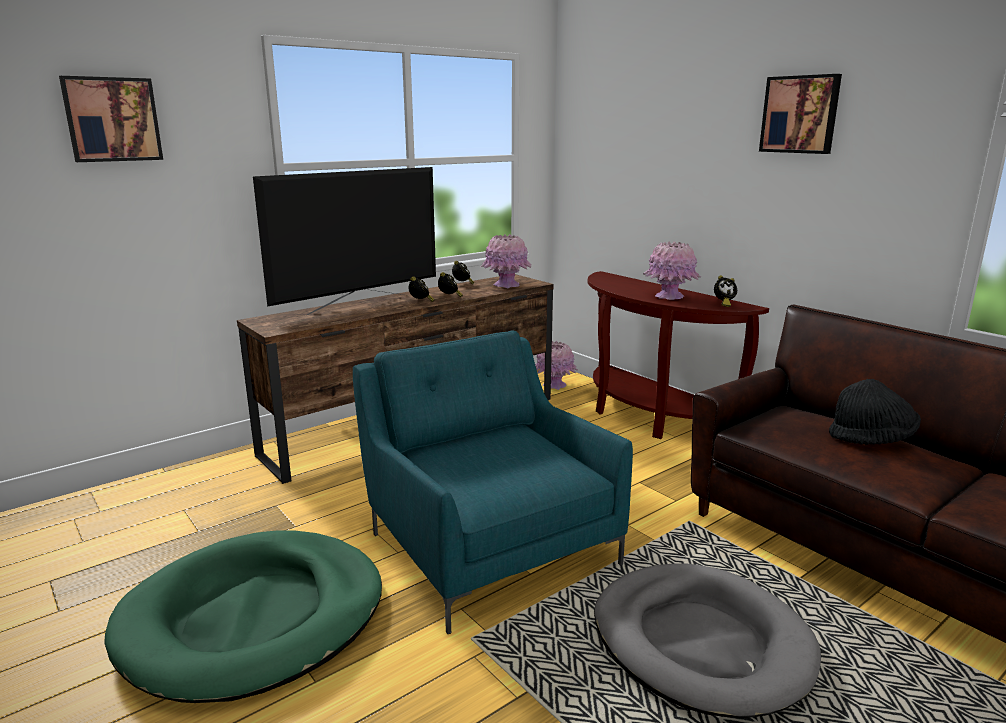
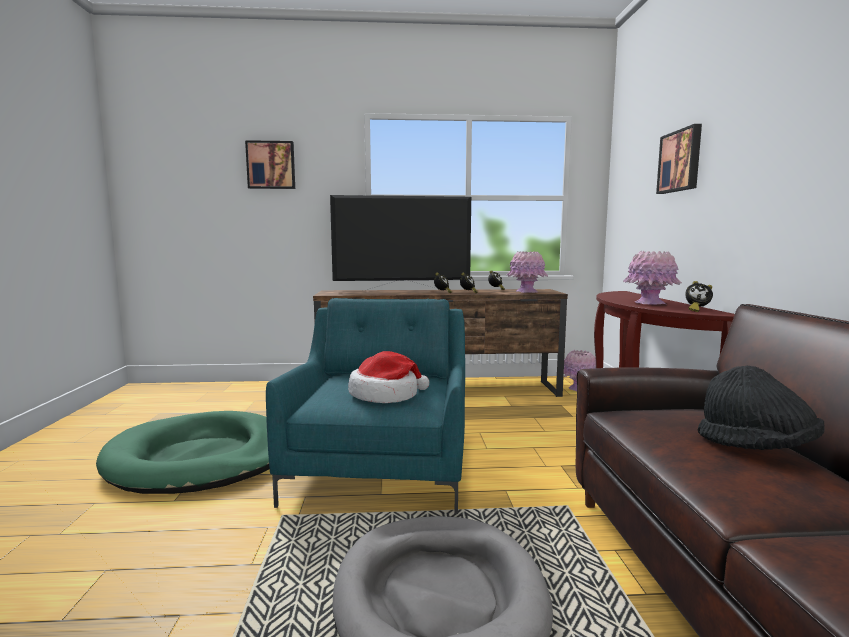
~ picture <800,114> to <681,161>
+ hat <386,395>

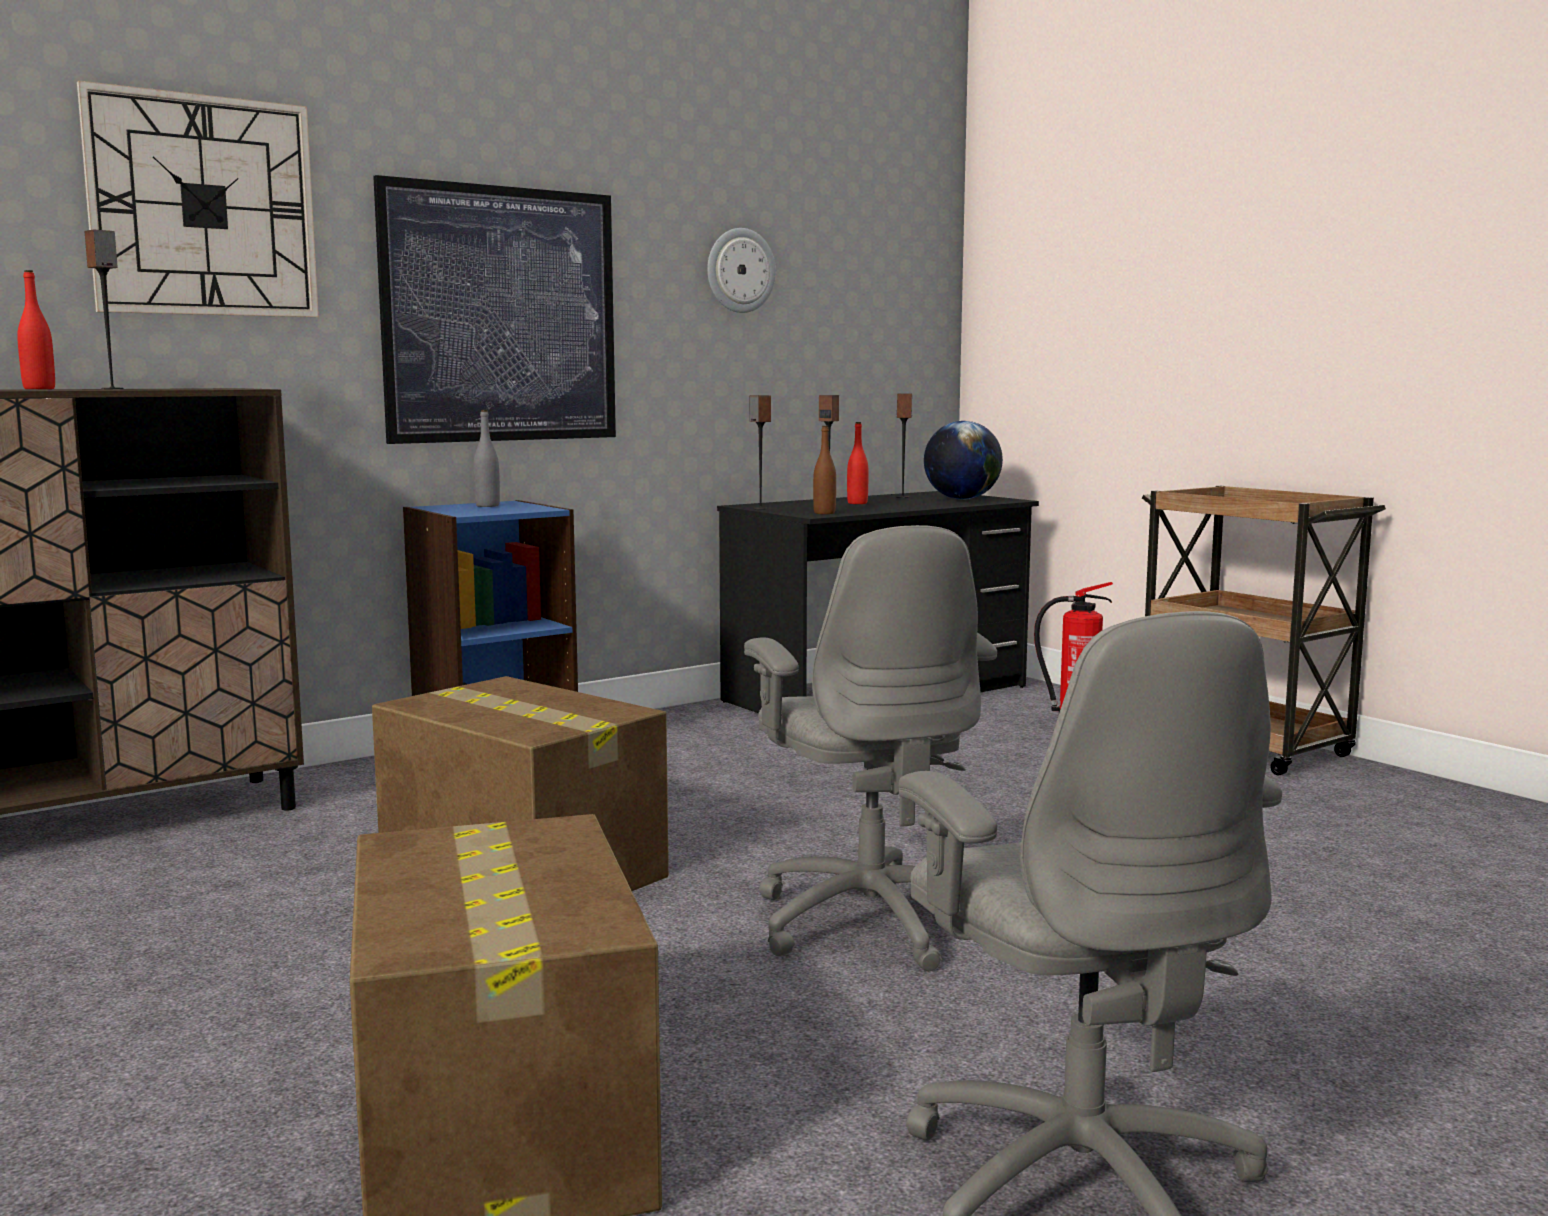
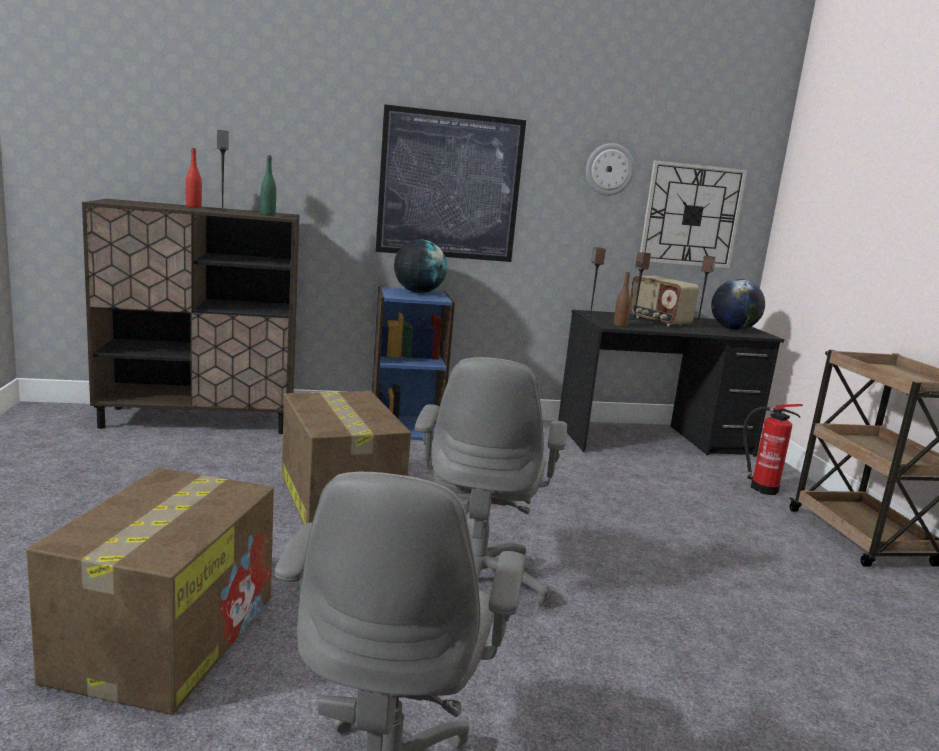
~ wall clock <203,206> to <691,215>
~ bottle in grey <487,506> to globe <418,292>
~ bottle in red <857,503> to radio <658,321>
+ bottle in green <267,215>

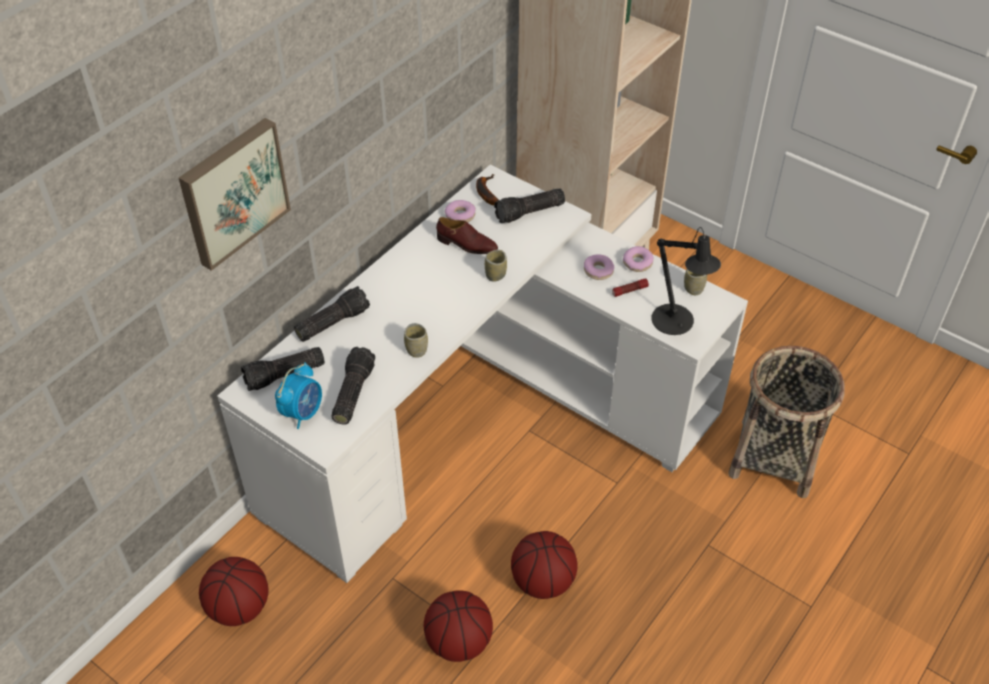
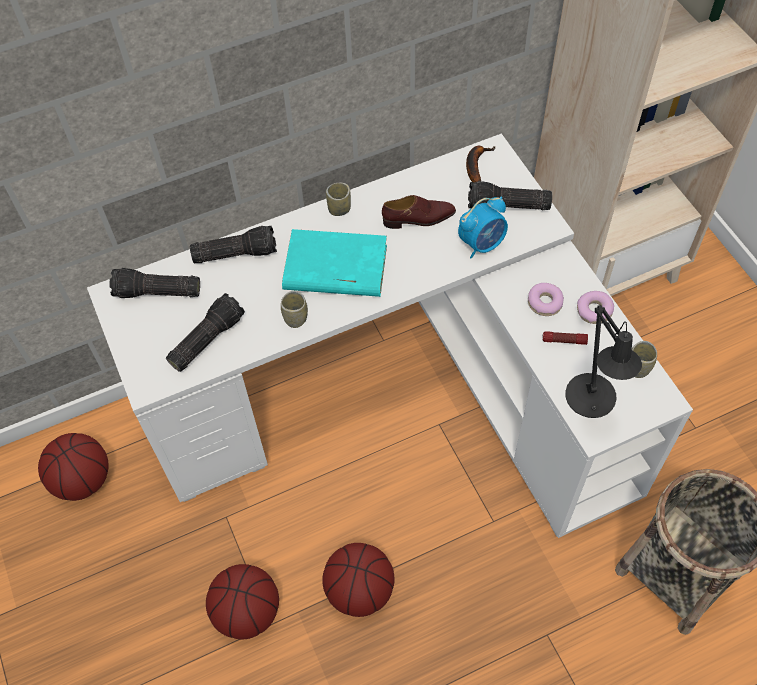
- picture <233,192>
- donut <460,215>
~ shoe in brown <467,245> = <419,218> 60 degrees counterclockwise
~ cup <495,275> to <339,209>
~ alarm clock <303,412> to <482,244>
+ book in turquoise <334,268>

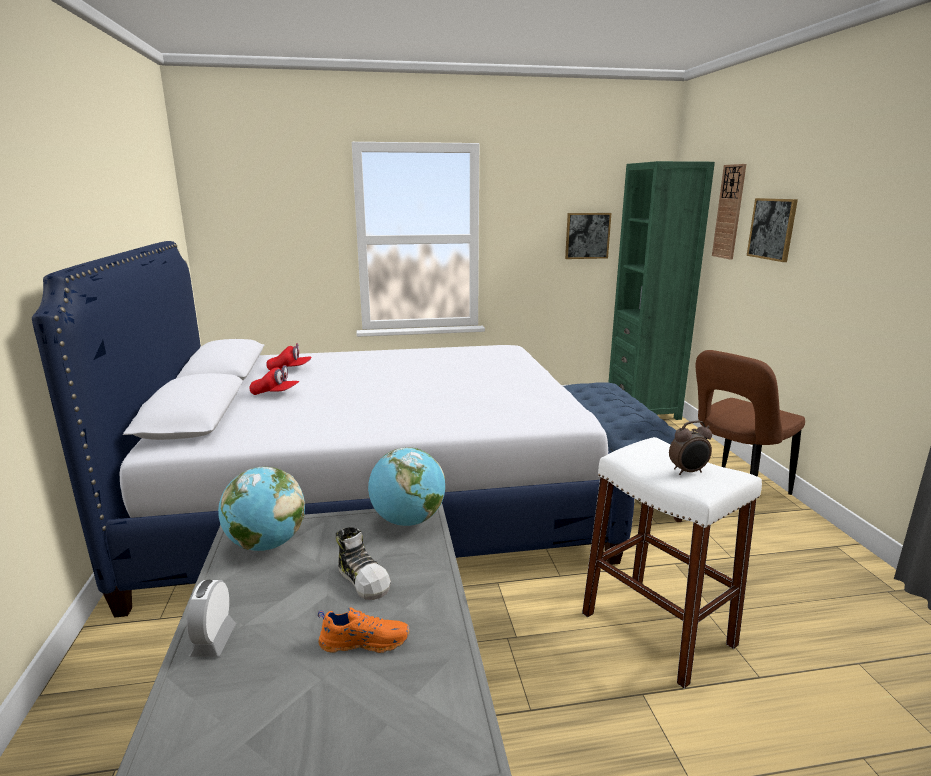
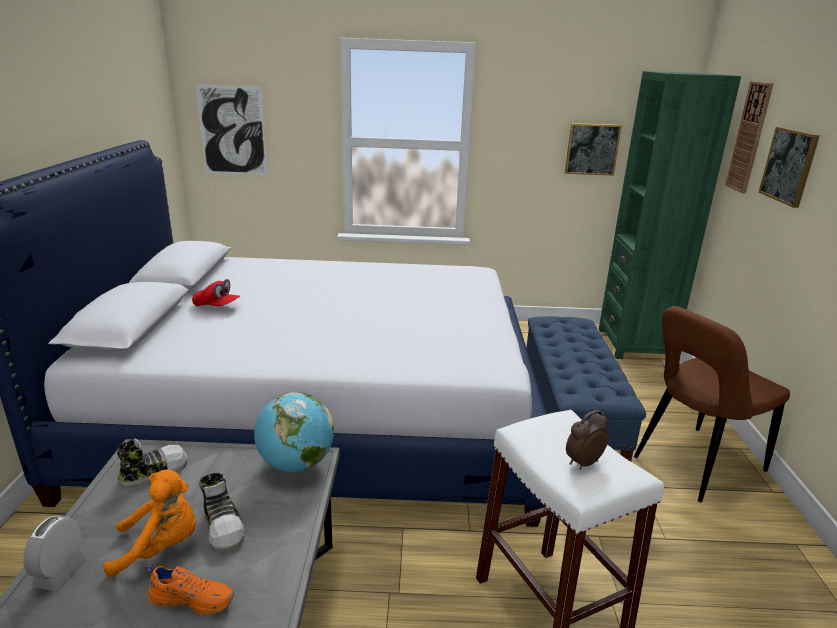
- cap in red <290,369>
~ alarm clock <688,472> = <582,462> 150 degrees clockwise
~ globe <266,544> to shoe <153,471>
+ picture <232,130>
+ plush toy in orange <161,547>

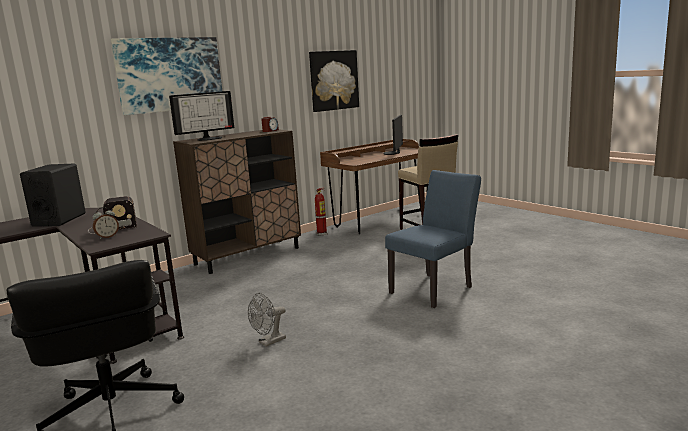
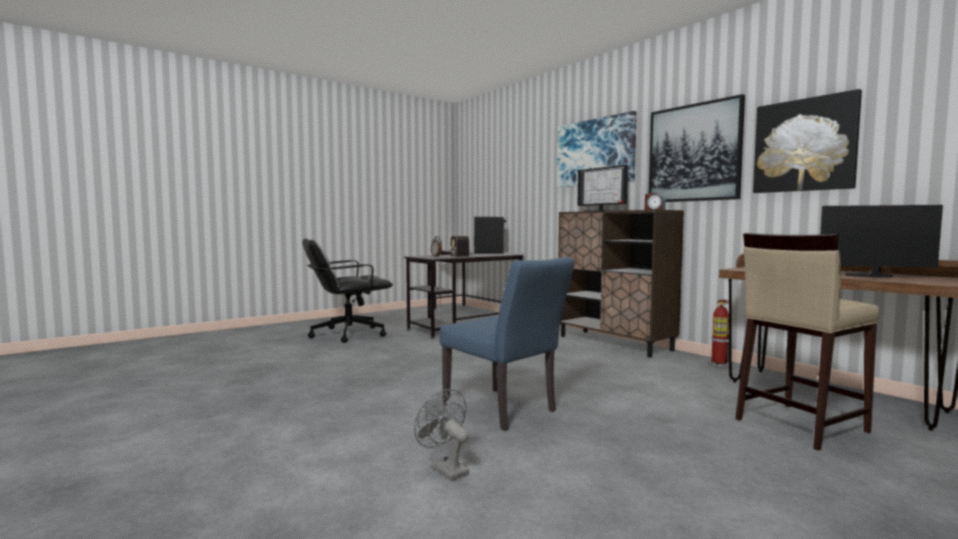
~ fan in grey <269,342> to <445,469>
+ picture <694,153>

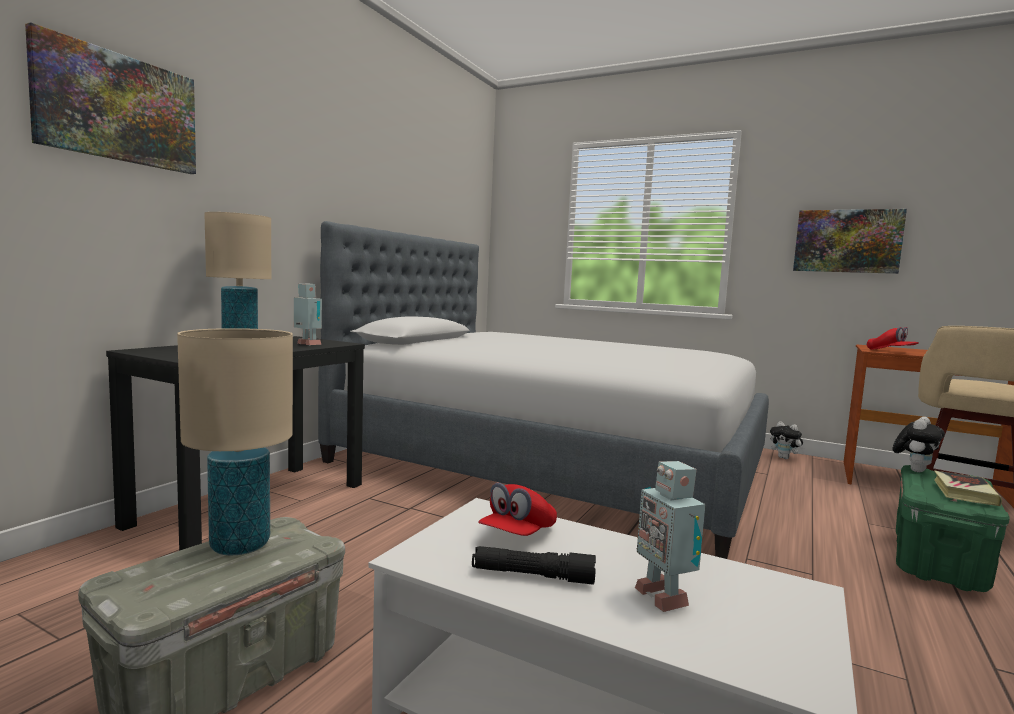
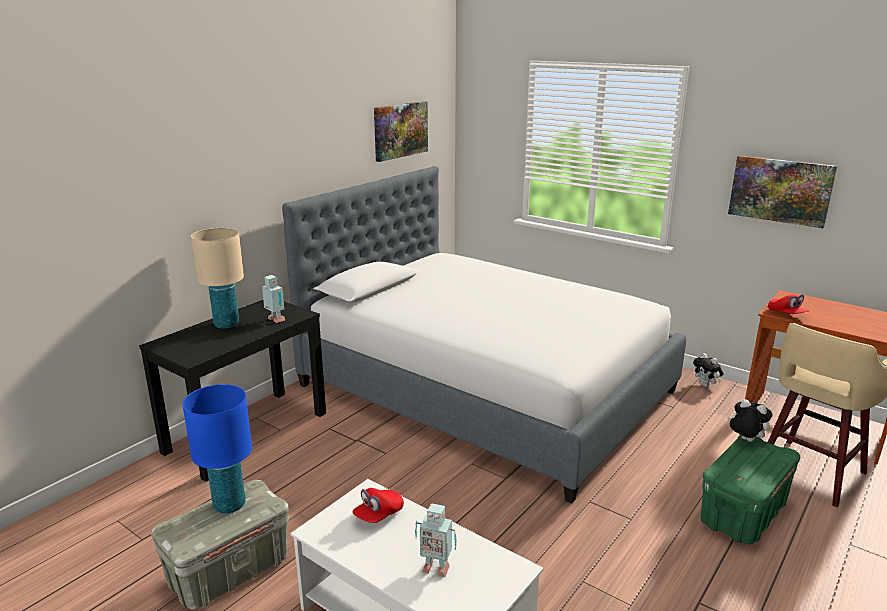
~ picture <118,108> to <400,130>
~ table lamp in beige <240,545> to table lamp in blue <229,505>
~ plush toy <914,470> = <745,440> 105 degrees counterclockwise
~ toy robot <663,596> = <435,567> 60 degrees counterclockwise
- book <964,492>
- flashlight in black <532,576>

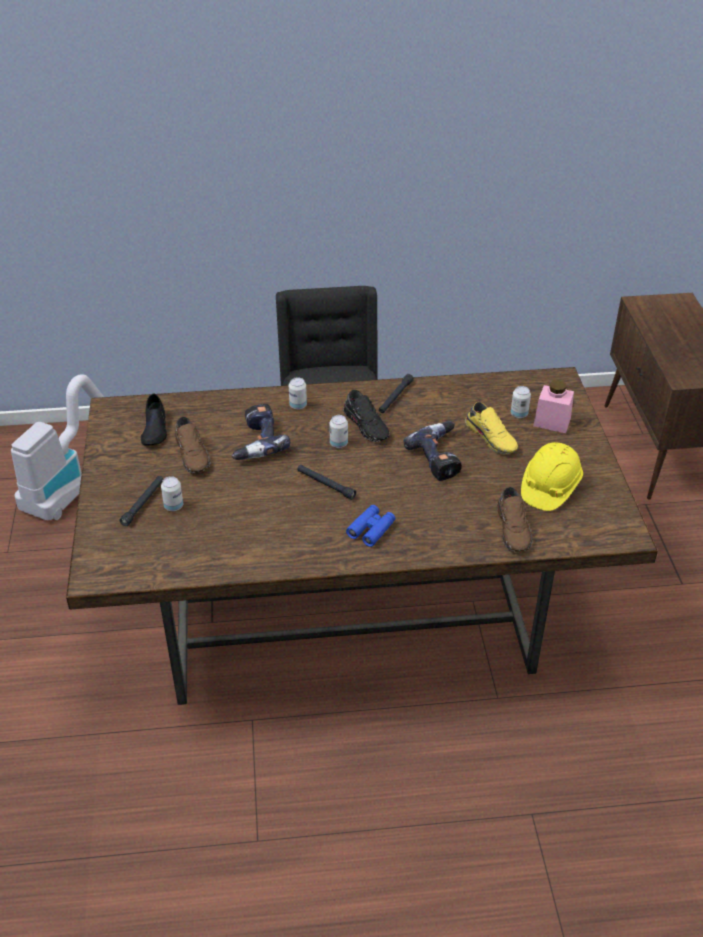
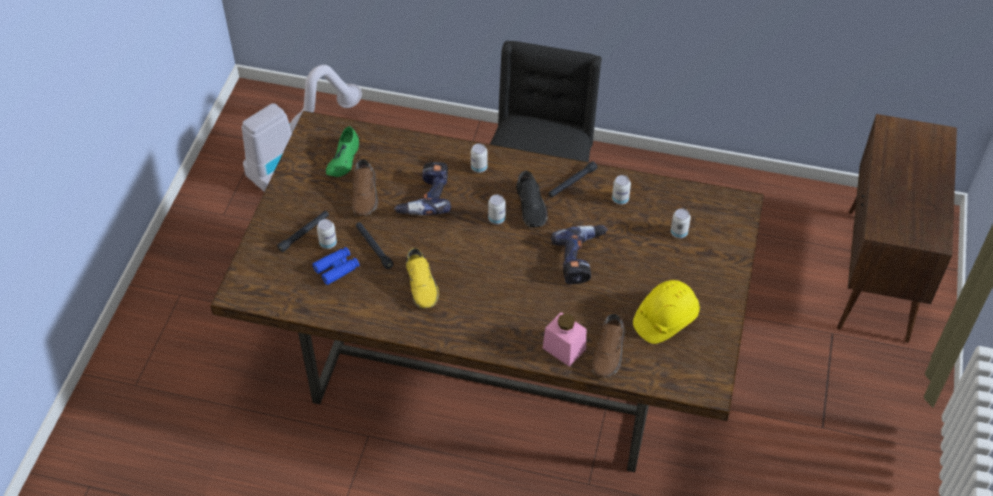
~ jar in pink <552,422> to <564,348>
~ shoe in black <155,429> to shoe in green <343,159>
~ shoe in yellow <492,437> to <422,284>
~ flashlight in black <325,485> to <373,247>
~ binoculars in blue <371,529> to <337,268>
+ can <620,199>

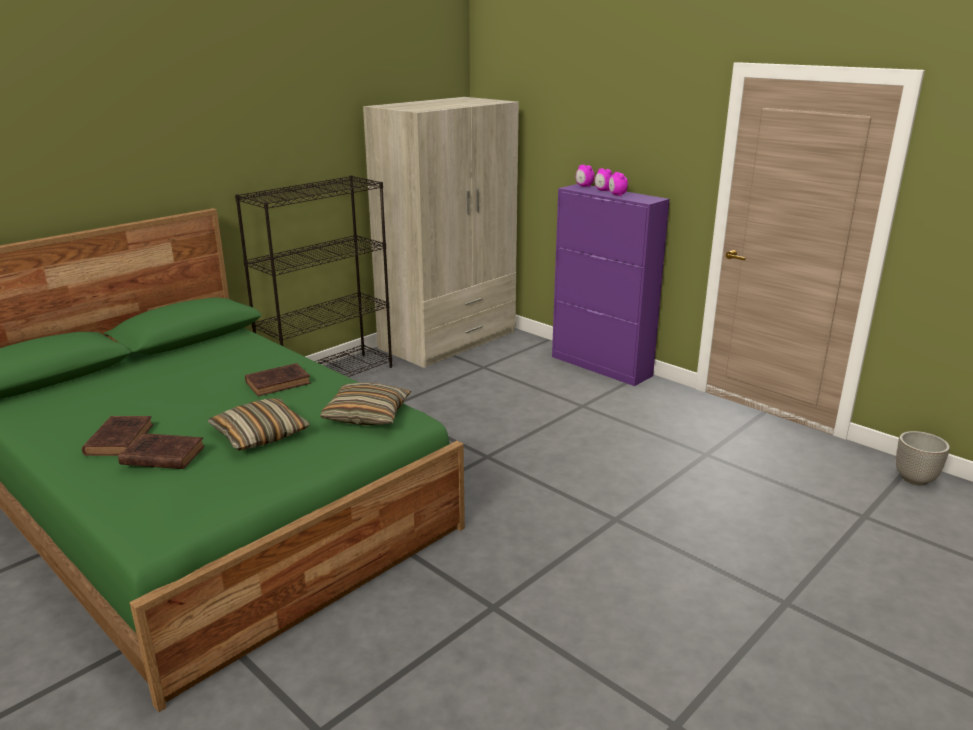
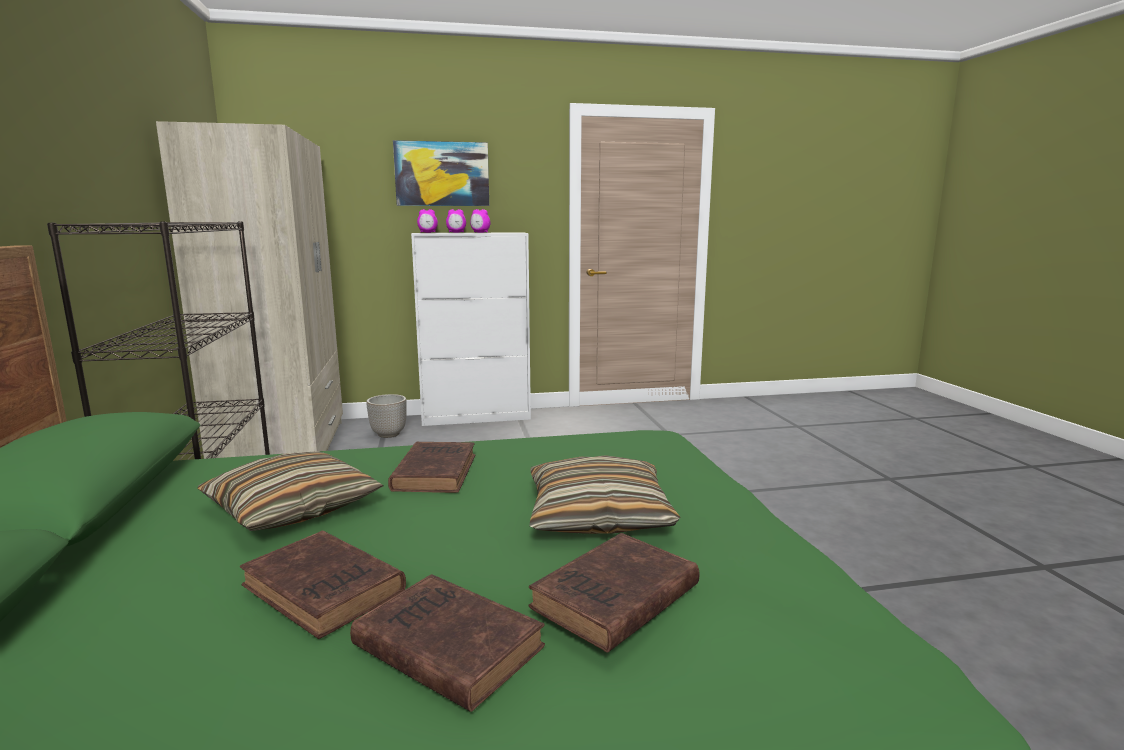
~ cabinet in purple <601,366> to cabinet in white <476,417>
~ pillow <367,415> to <292,508>
~ planter <915,479> to <389,434>
+ picture <442,174>
+ book in brown <326,590>

